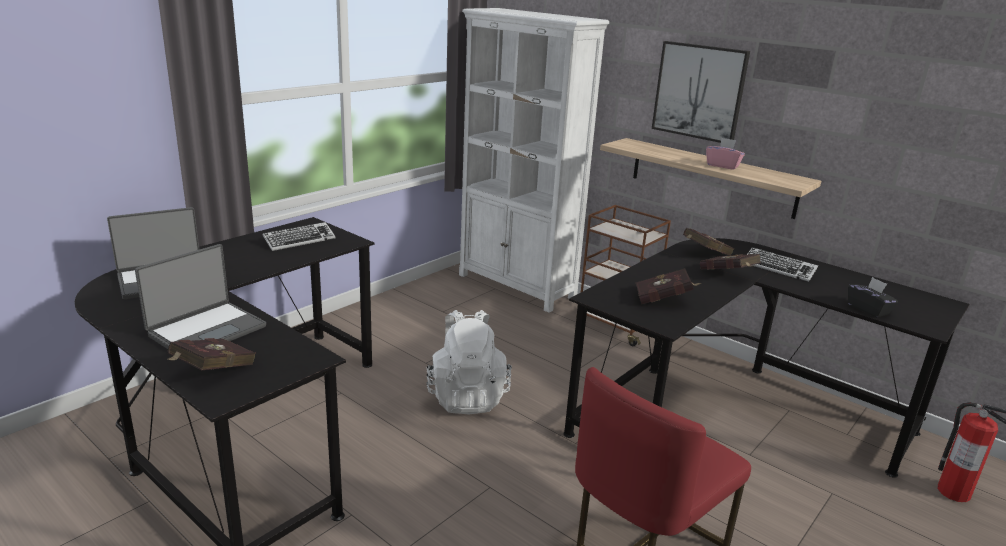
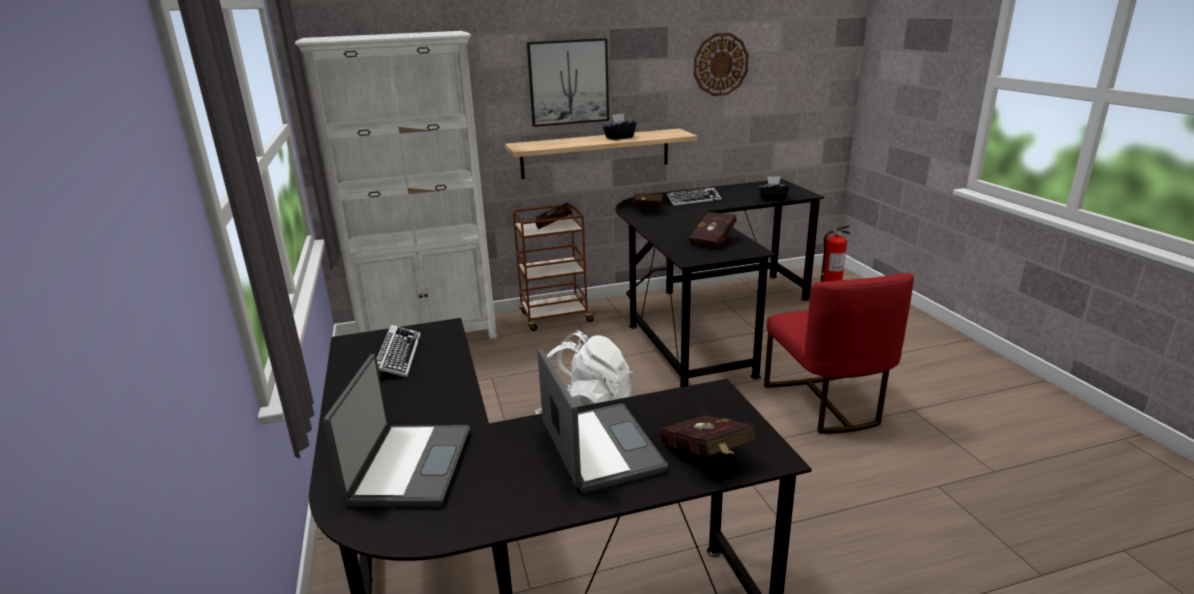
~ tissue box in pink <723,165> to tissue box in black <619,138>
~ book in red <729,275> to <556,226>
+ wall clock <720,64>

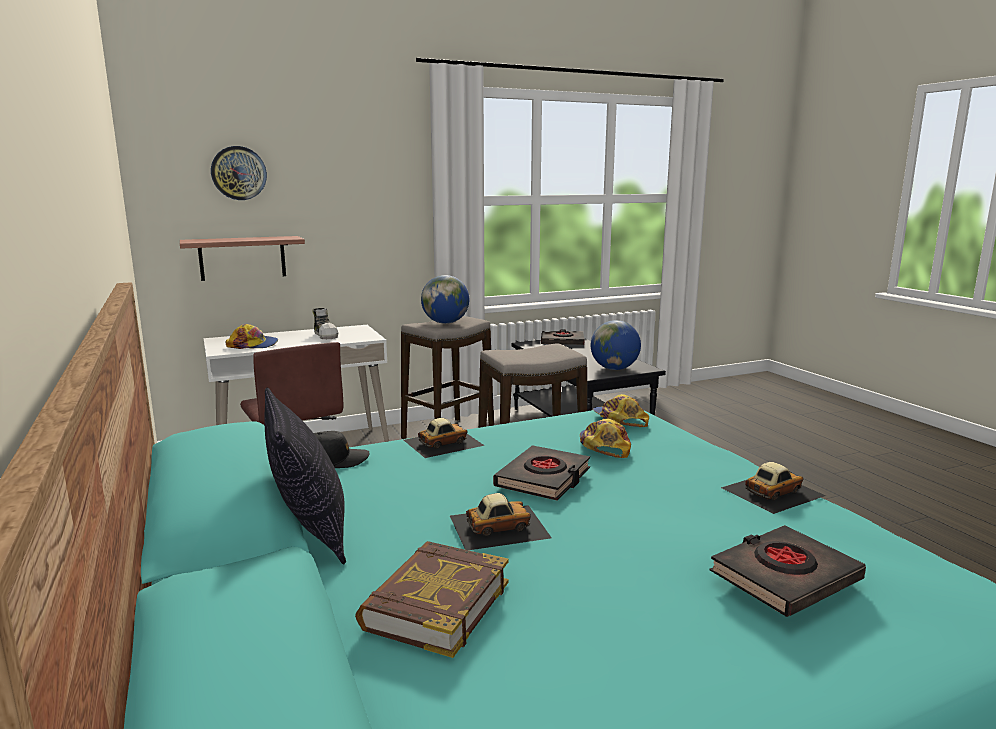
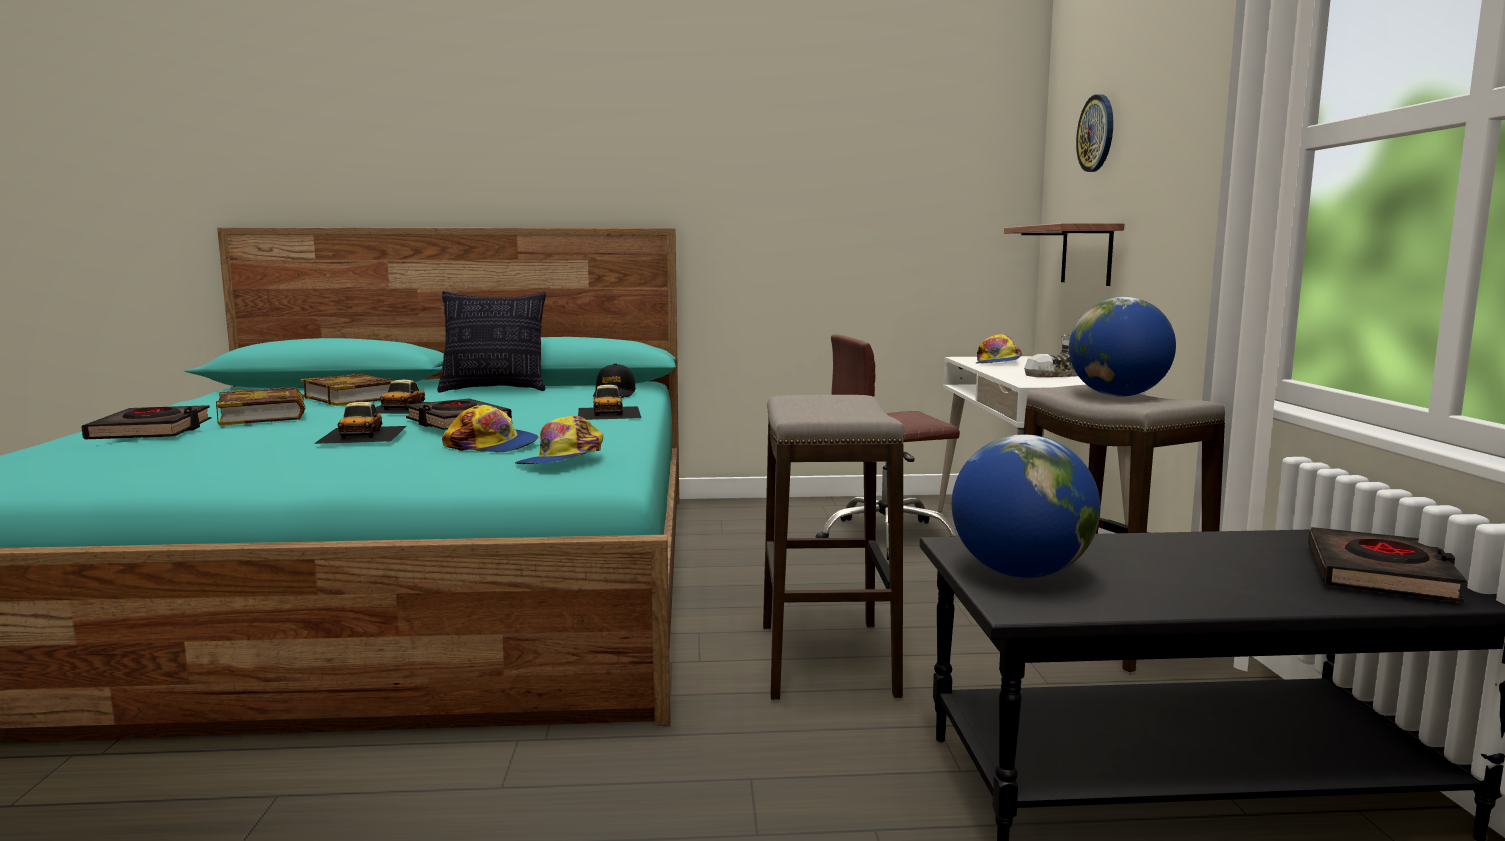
~ cap <619,419> = <562,460> 120 degrees clockwise
~ toy car <772,491> to <363,434>
+ book <263,415>

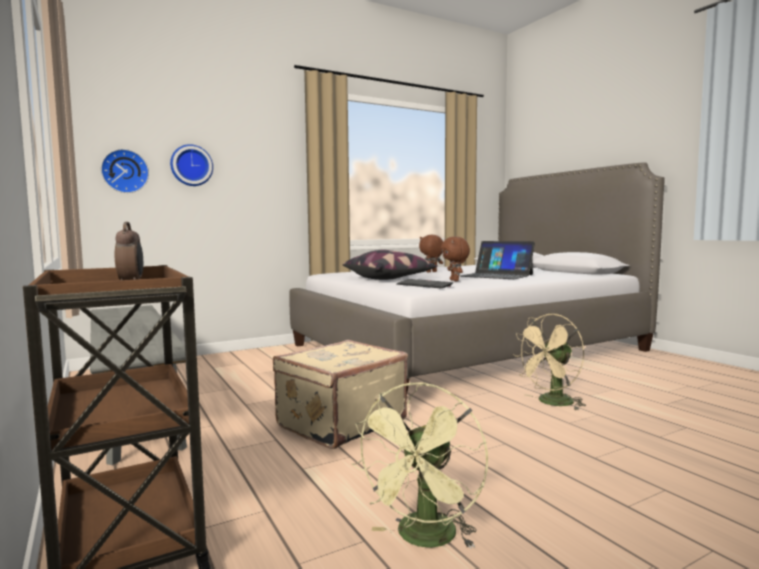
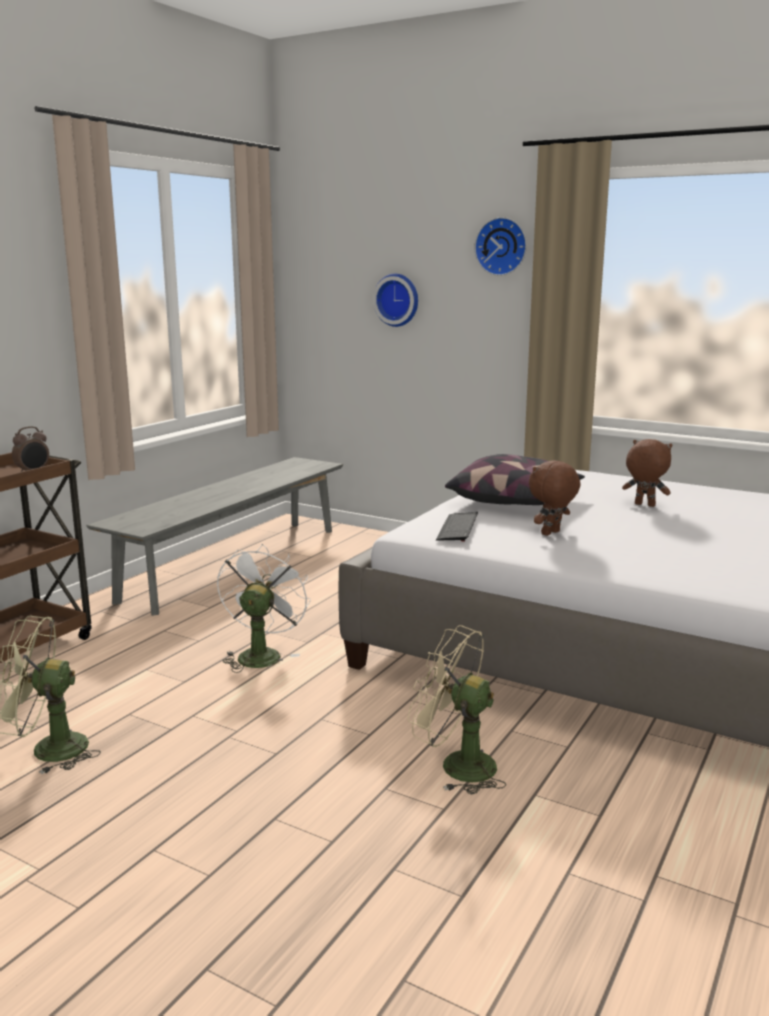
~ wall clock <125,171> to <502,246>
- laptop <497,275>
~ suitcase in beige <339,423> to fan in white <261,654>

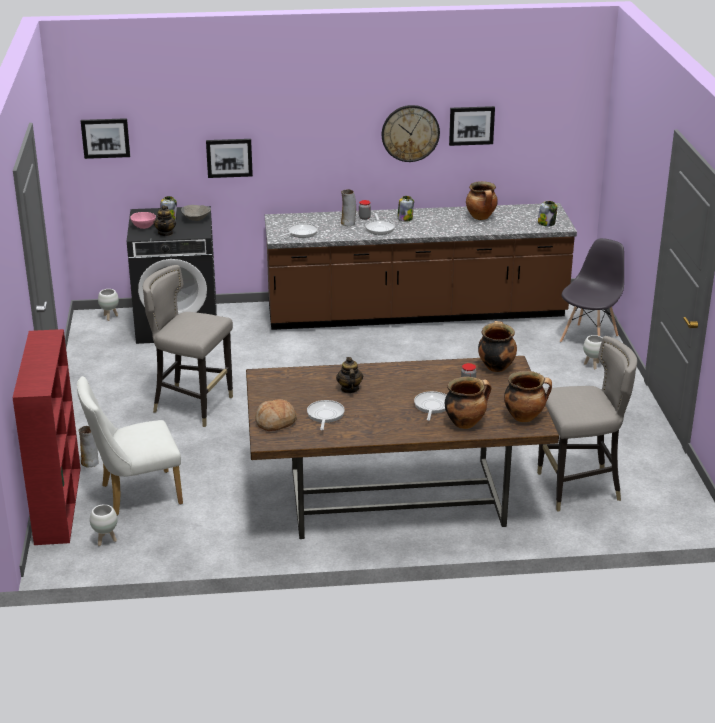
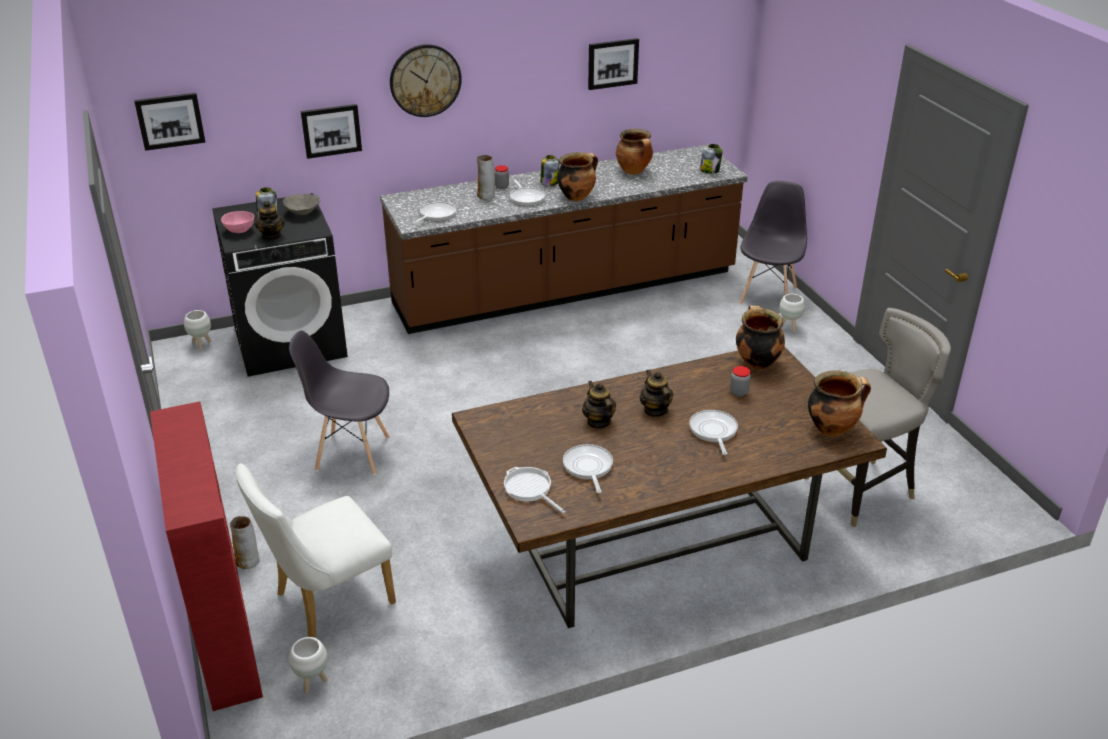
~ wall clock <410,133> to <425,80>
~ stool in grey <192,406> to chair in grey <351,453>
~ cooking pot <465,423> to <576,196>
~ bread <276,422> to frying pan <529,489>
+ teapot <655,410>

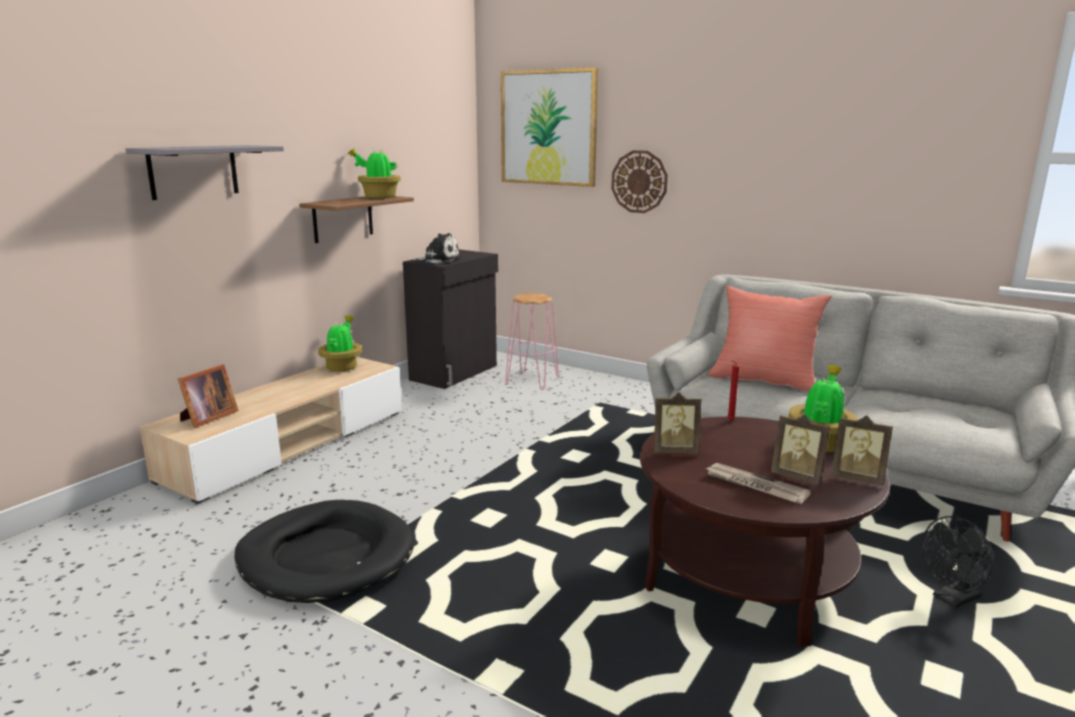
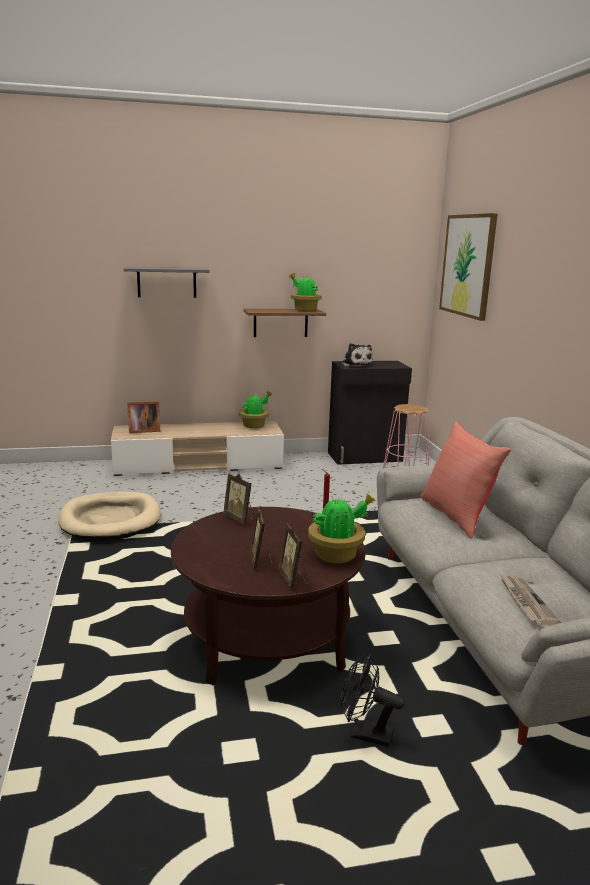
- wall clock <639,181>
~ newspaper <754,486> to <526,601>
~ dog bed in black <326,557> to dog bed in beige <110,520>

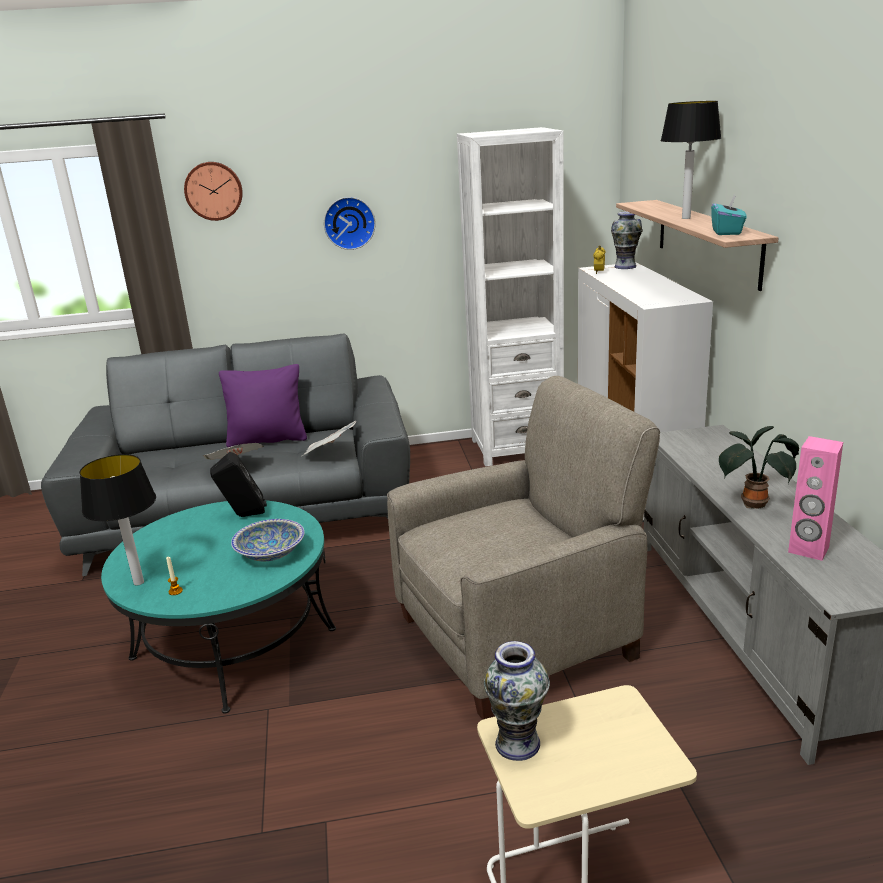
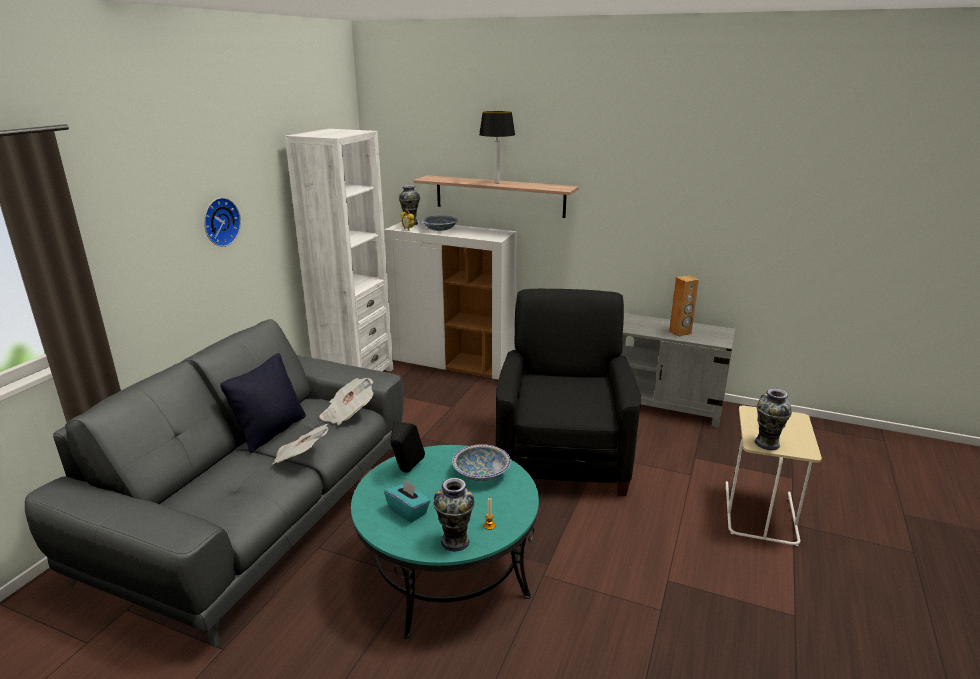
- wall clock <213,191>
~ tissue box in turquoise <727,232> to <408,511>
~ pillow in purple <268,439> to pillow in black <271,432>
~ armchair in beige <518,636> to armchair in black <562,457>
- potted plant <753,503>
~ speaker in pink <808,550> to speaker in brown <680,332>
~ table lamp <138,583> to vase <455,542>
+ bowl <440,229>

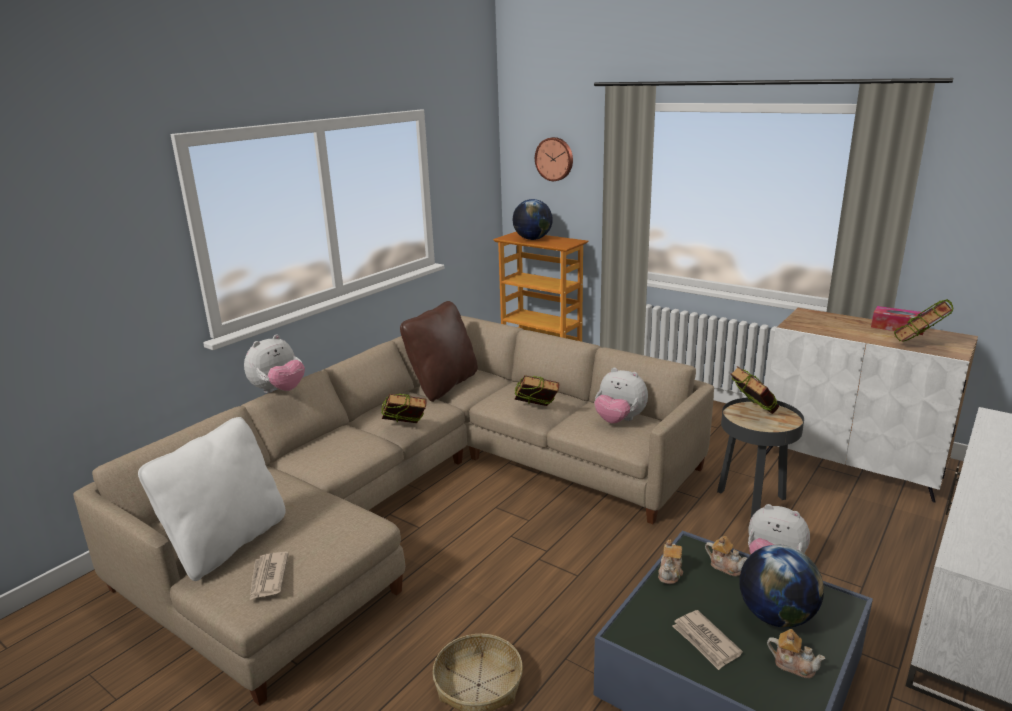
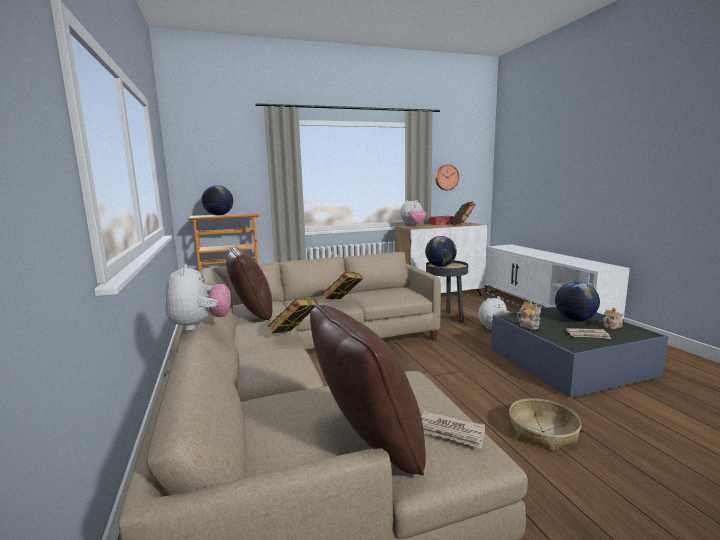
~ wall clock <555,159> to <446,177>
~ book <752,413> to globe <440,266>
~ plush toy <619,420> to <413,225>
~ pillow in white <228,543> to pillow in brown <365,443>

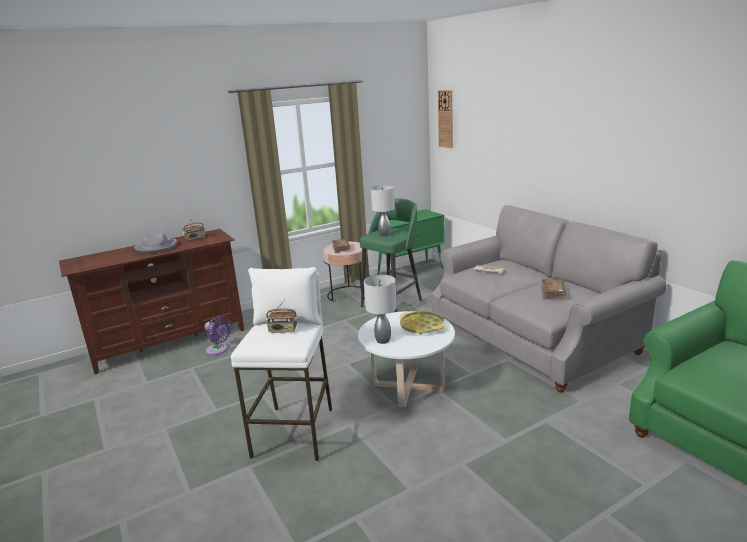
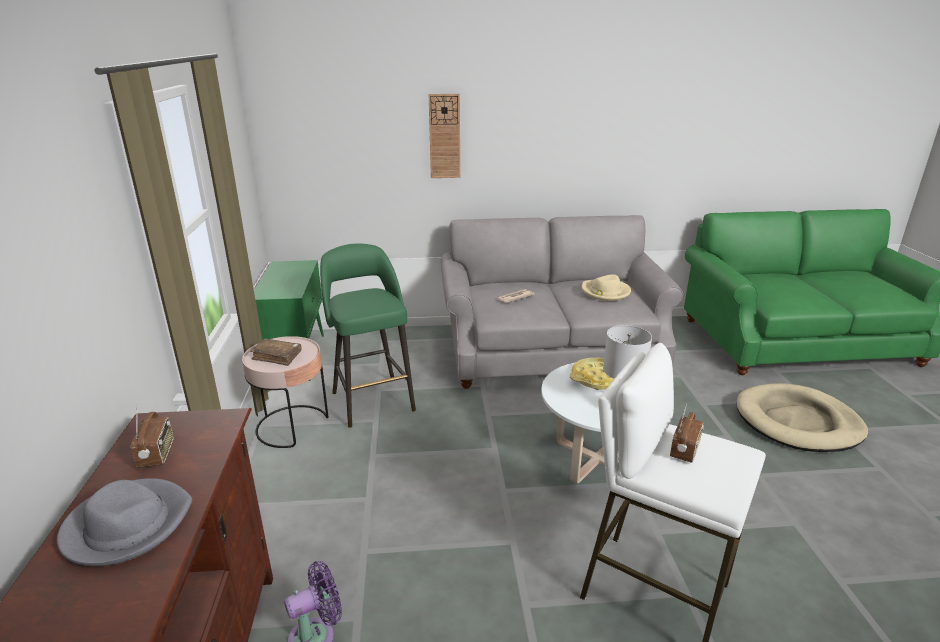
~ wall clock <445,119> to <444,136>
- table lamp in grey <385,234>
~ book in brown <552,293> to hat in beige <605,292>
+ dog bed in beige <797,422>

